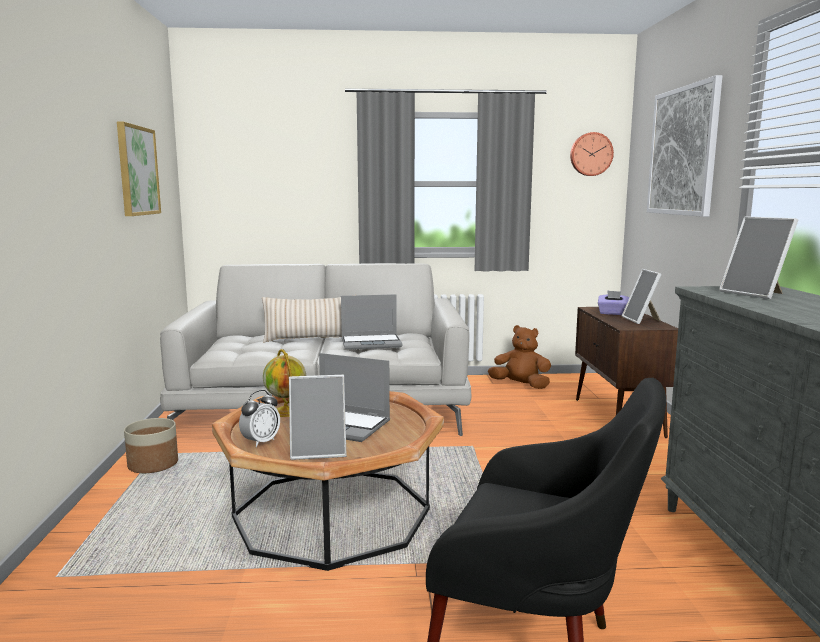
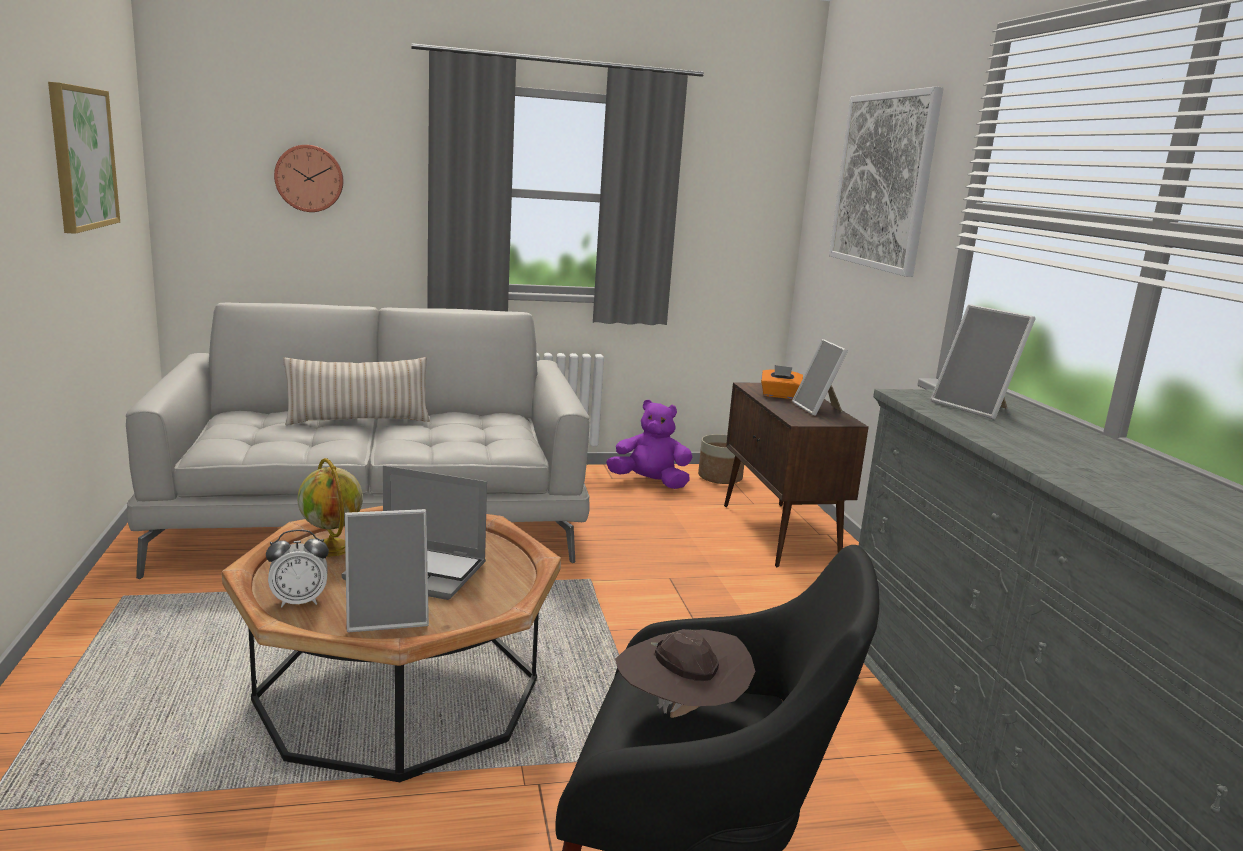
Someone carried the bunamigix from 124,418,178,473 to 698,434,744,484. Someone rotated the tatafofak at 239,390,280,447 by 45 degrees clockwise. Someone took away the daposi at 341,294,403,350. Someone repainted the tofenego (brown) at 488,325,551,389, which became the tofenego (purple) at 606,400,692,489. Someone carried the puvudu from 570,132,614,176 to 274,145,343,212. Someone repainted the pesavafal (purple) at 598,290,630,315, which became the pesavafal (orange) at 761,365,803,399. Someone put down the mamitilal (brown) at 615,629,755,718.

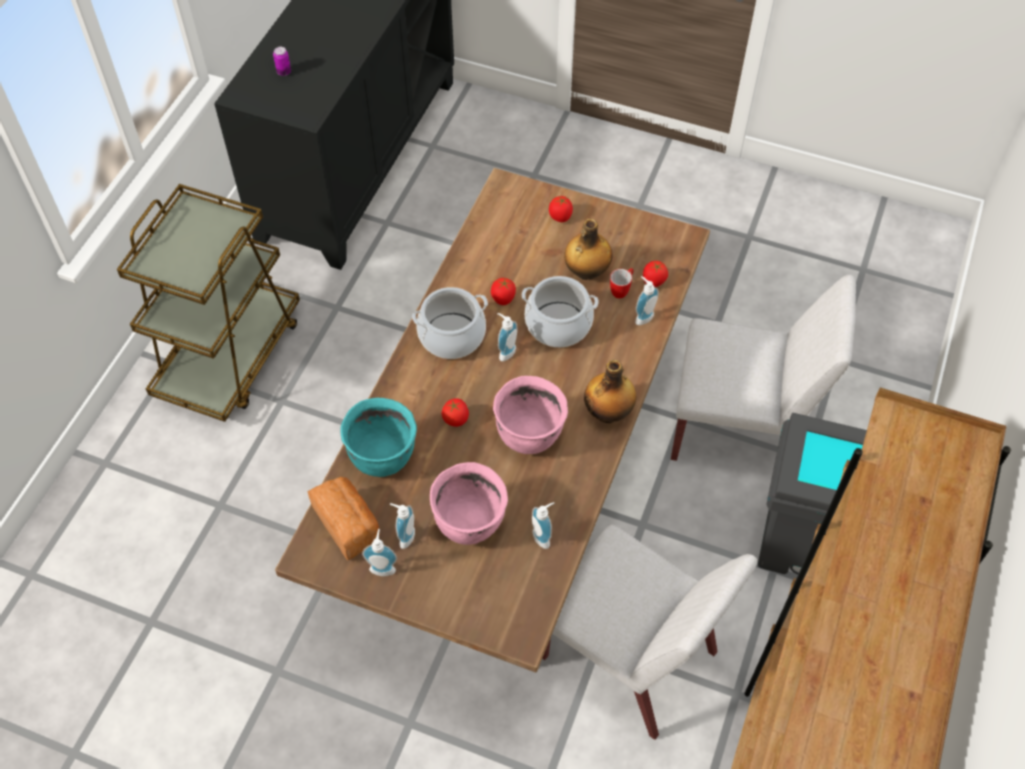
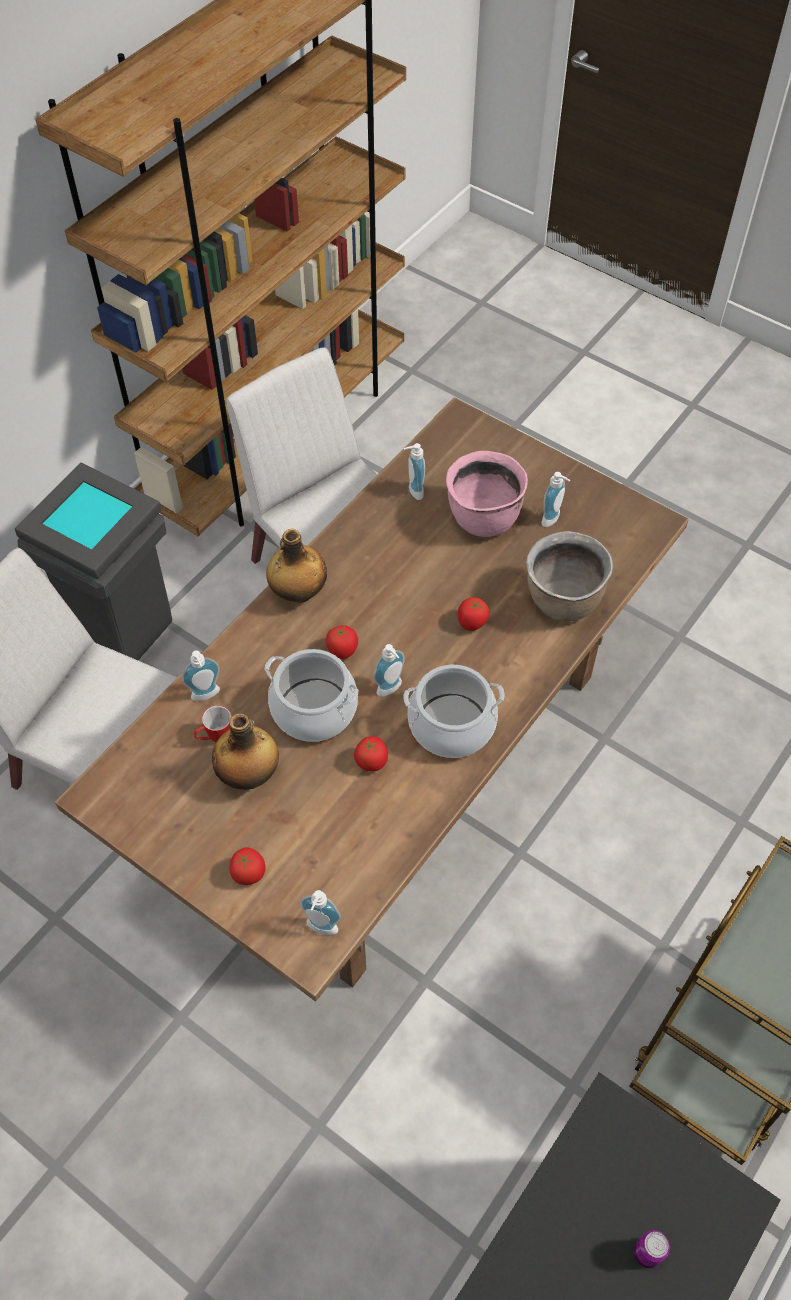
Someone took away the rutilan at 307,477,380,560. Someone repainted the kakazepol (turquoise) at 340,398,417,477, which became the kakazepol (brown) at 526,531,613,621. Someone carried the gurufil from 362,529,397,576 to 300,890,341,935. Someone took away the kakazepol (pink) at 493,376,568,454. Someone carried the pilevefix from 643,261,668,287 to 326,625,358,659.

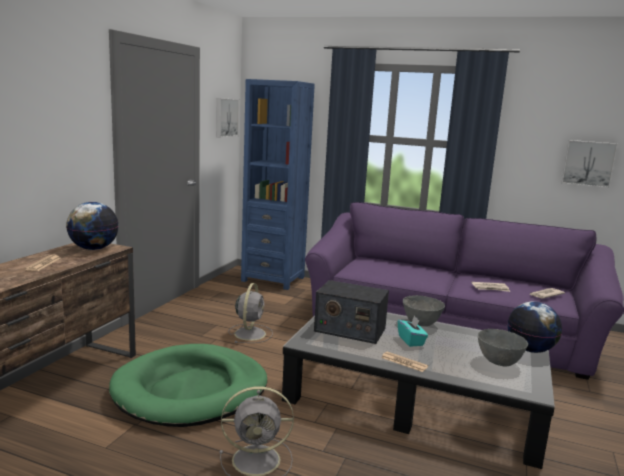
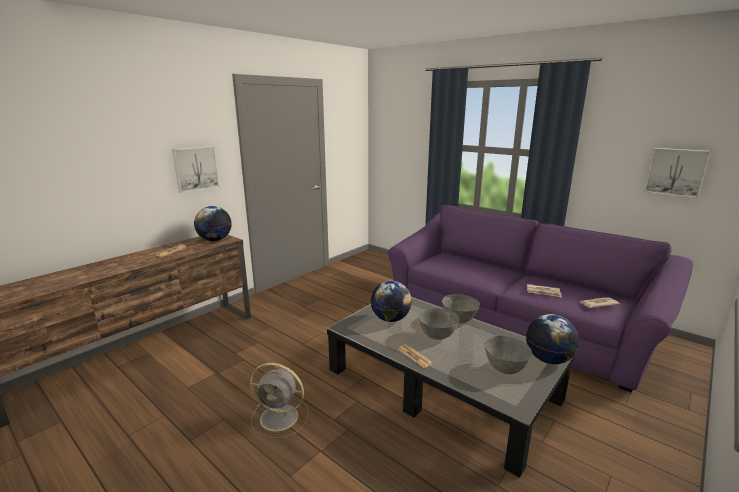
Someone took away the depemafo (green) at 109,344,267,427. Someone carried the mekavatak from 216,98,239,138 to 172,146,219,193. Someone took away the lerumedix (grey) at 228,283,273,343. Someone took away the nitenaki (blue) at 241,79,315,290. Someone swapped the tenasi at 314,280,389,344 for the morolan at 371,281,412,322. Someone swapped the pesavafal (turquoise) at 398,315,428,347 for the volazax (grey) at 419,308,459,340.

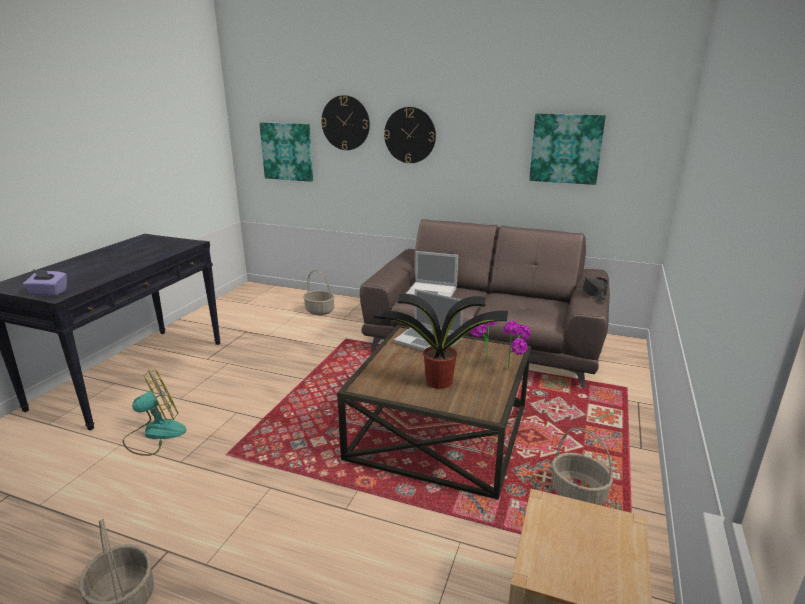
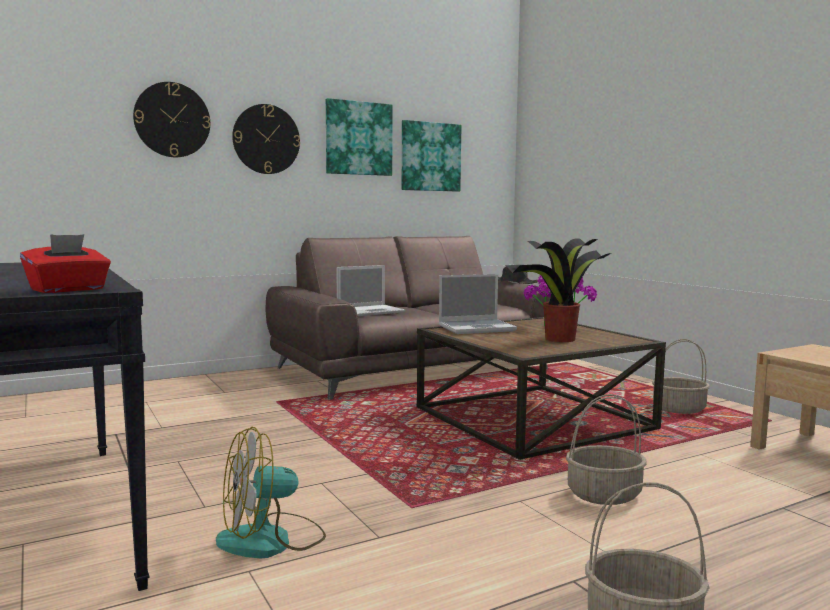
Someone repainted the pesavafal (purple) at 23,269,67,296, which became the pesavafal (red) at 20,234,111,293. Someone rotated the lerumedix at 123,370,186,456 by 120 degrees counterclockwise. Someone carried the mekavatak from 259,122,313,182 to 326,98,393,176. Someone carried the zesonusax from 303,270,335,315 to 566,394,647,505.

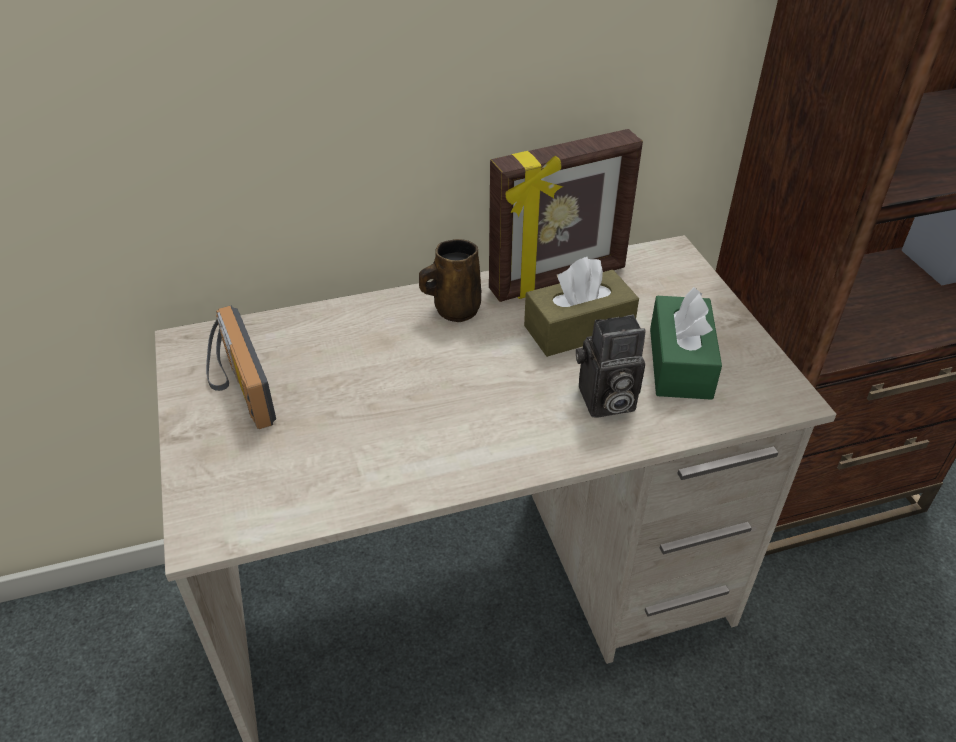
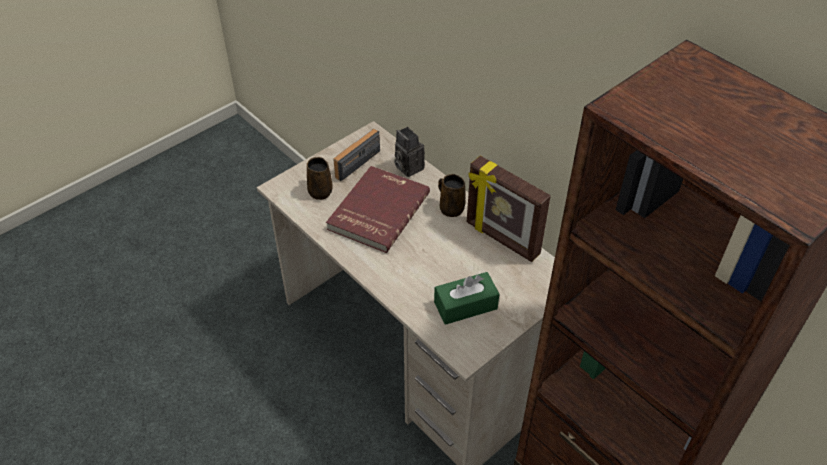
Someone took away the pesavafal (brown) at 524,257,639,357. Someone carried the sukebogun from 576,315,646,417 to 394,127,425,177. Someone put down the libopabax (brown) at 307,157,333,200. Someone put down the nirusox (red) at 326,166,430,253.

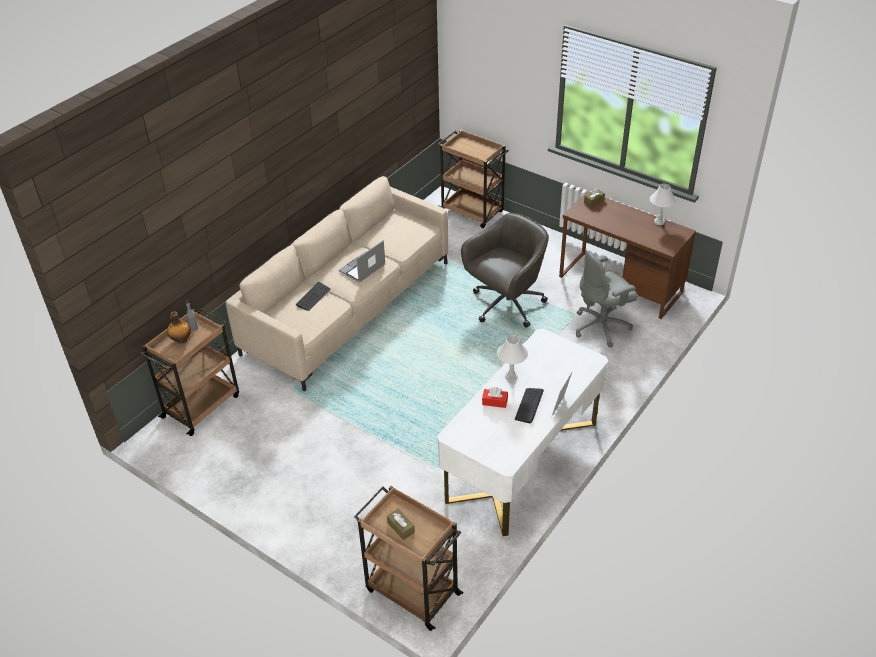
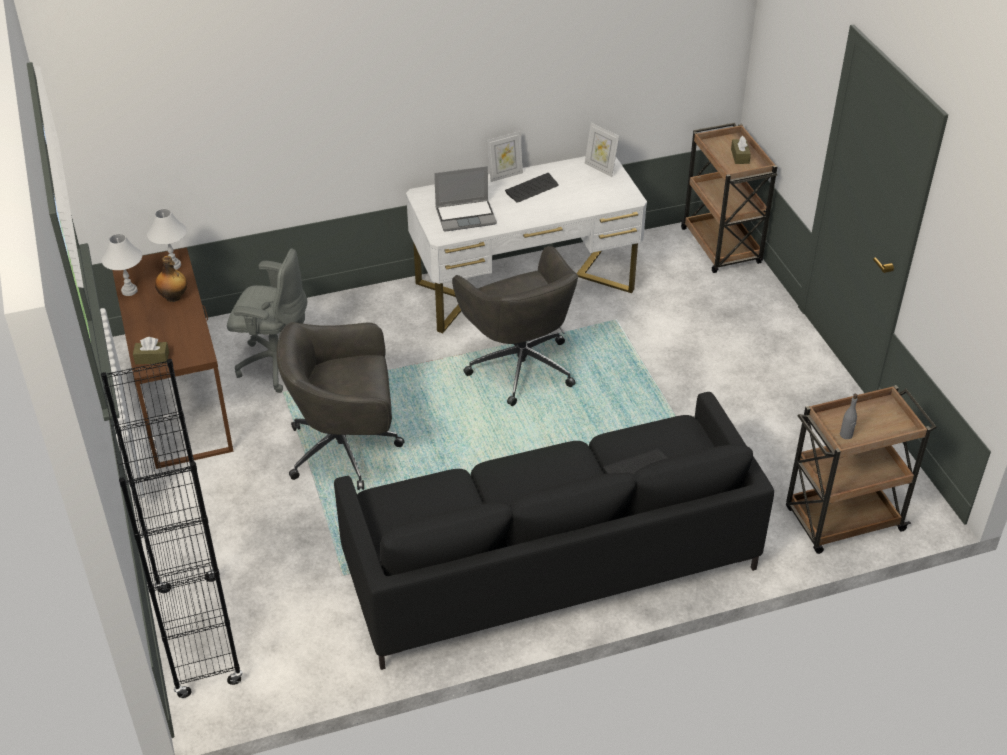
Someone carried the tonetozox from 167,311,191,343 to 155,256,187,302. Someone repainted the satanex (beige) at 226,176,448,391, which became the satanex (black) at 334,392,774,670. Someone carried the daposi from 339,240,386,283 to 434,166,497,232. Someone swapped the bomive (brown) at 437,130,509,228 for the nitenaki (black) at 101,359,243,698. Someone took away the pesavafal (red) at 482,387,508,408. Someone carried the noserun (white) from 497,335,528,381 to 147,209,187,270. Someone put down the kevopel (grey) at 452,246,579,406. Someone put down the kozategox at 585,123,619,177.

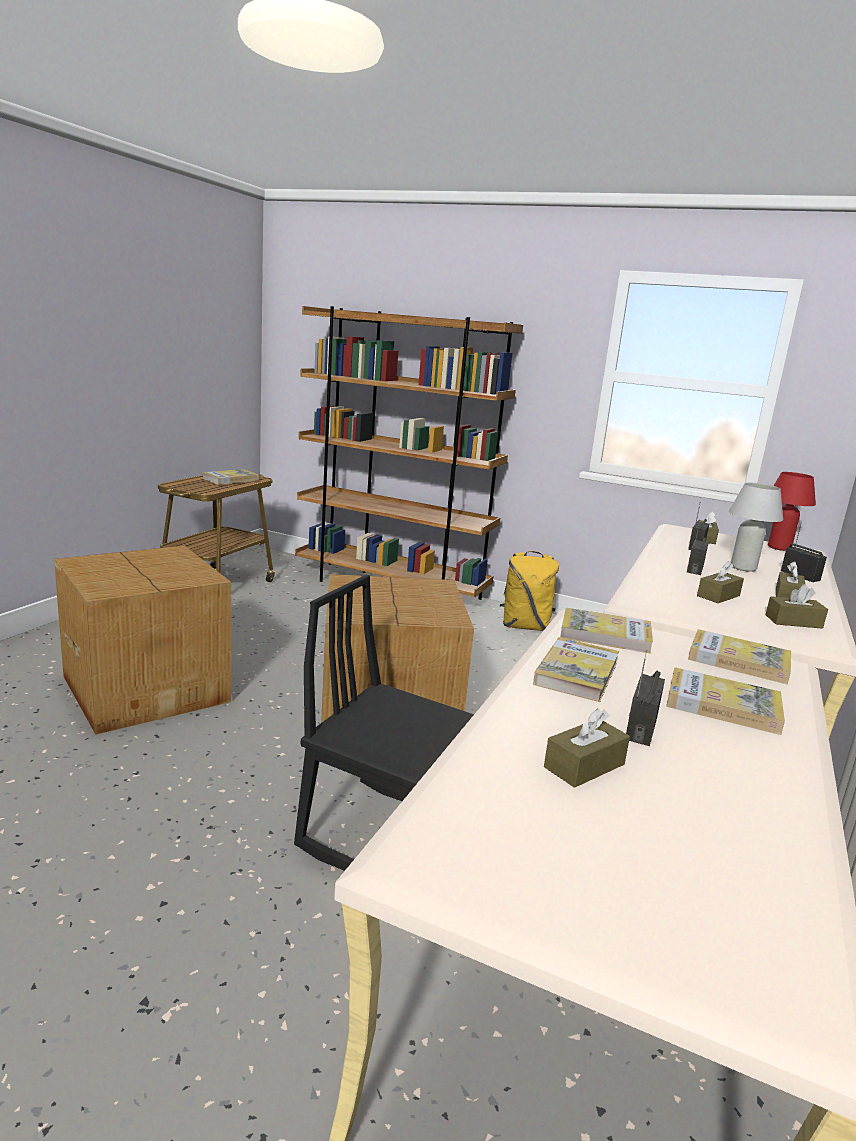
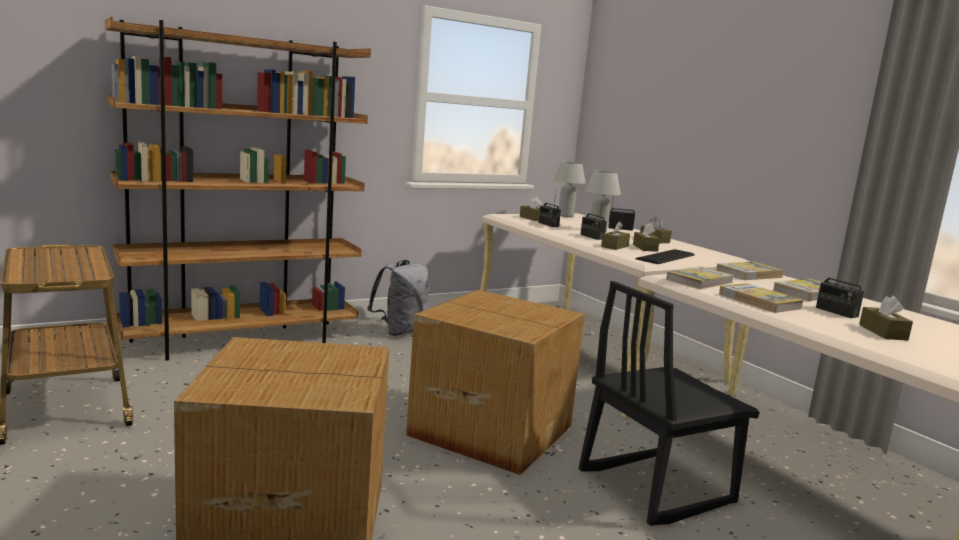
Someone took away the nirusox at 202,469,259,485. Someone repainted the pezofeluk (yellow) at 500,551,559,631, which became the pezofeluk (grey) at 367,260,429,336. Someone carried the pesavafal (brown) from 766,584,828,629 to 601,221,630,250. Someone repainted the noserun (red) at 768,472,816,551, which became the noserun (white) at 554,162,586,217. Someone put down the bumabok at 635,249,695,264.

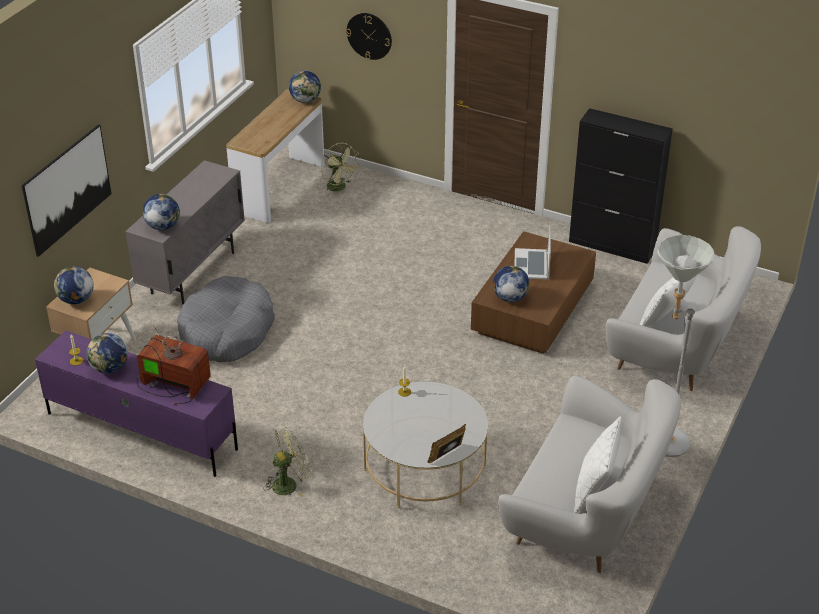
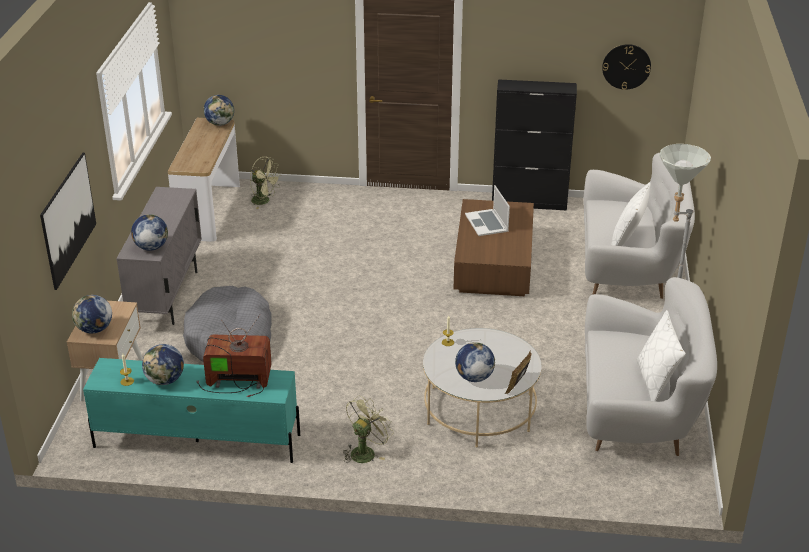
Someone repainted the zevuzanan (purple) at 35,330,238,477, which became the zevuzanan (turquoise) at 83,358,300,463. Someone carried the puvudu from 346,13,392,60 to 602,44,651,90. Someone carried the morolan from 493,266,530,302 to 455,342,495,382.

